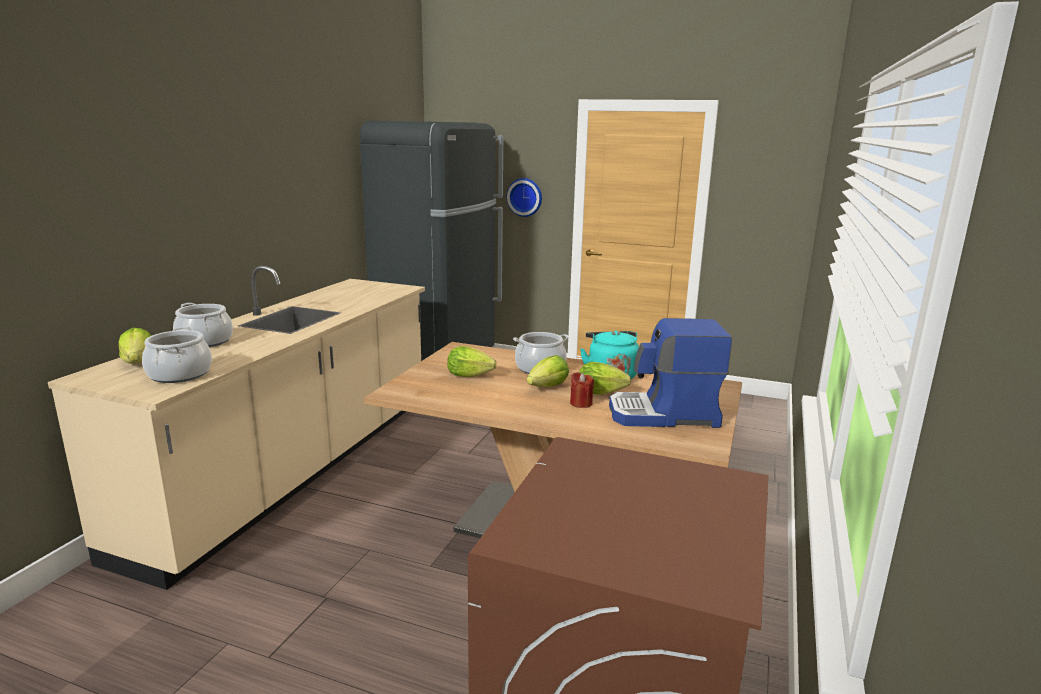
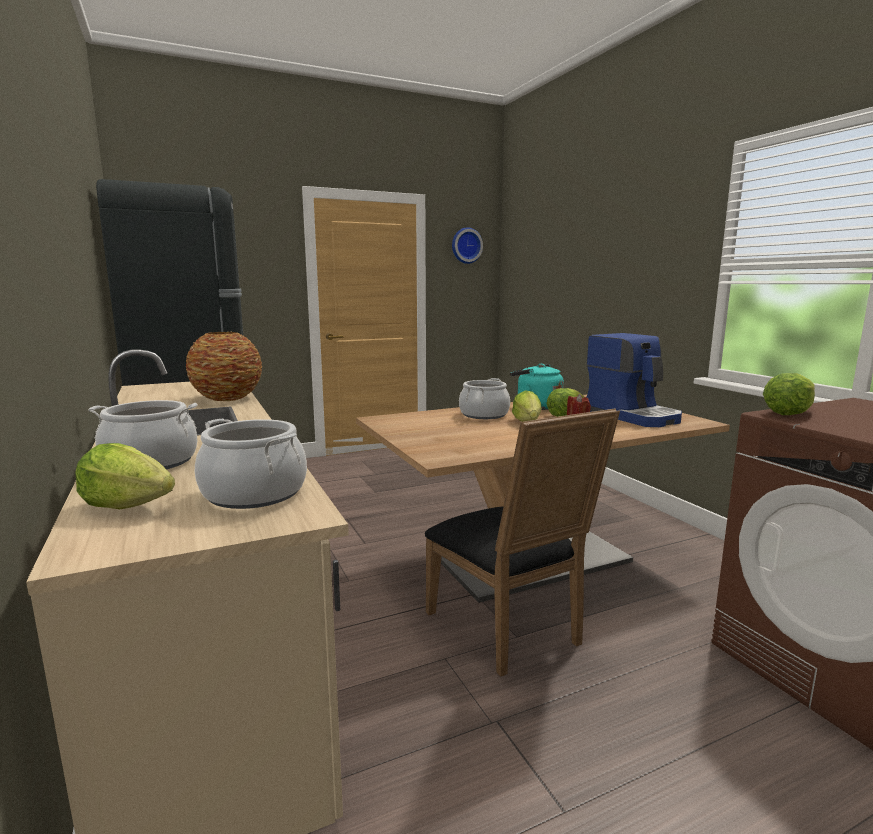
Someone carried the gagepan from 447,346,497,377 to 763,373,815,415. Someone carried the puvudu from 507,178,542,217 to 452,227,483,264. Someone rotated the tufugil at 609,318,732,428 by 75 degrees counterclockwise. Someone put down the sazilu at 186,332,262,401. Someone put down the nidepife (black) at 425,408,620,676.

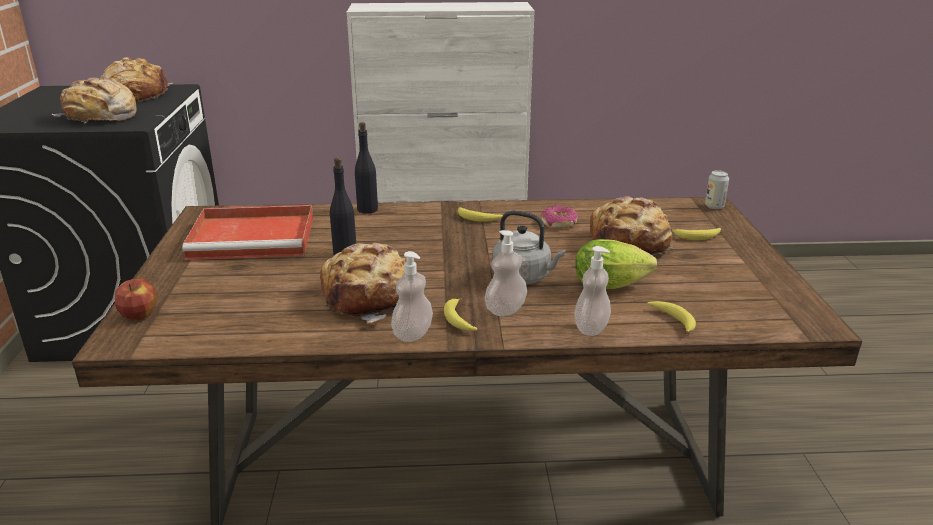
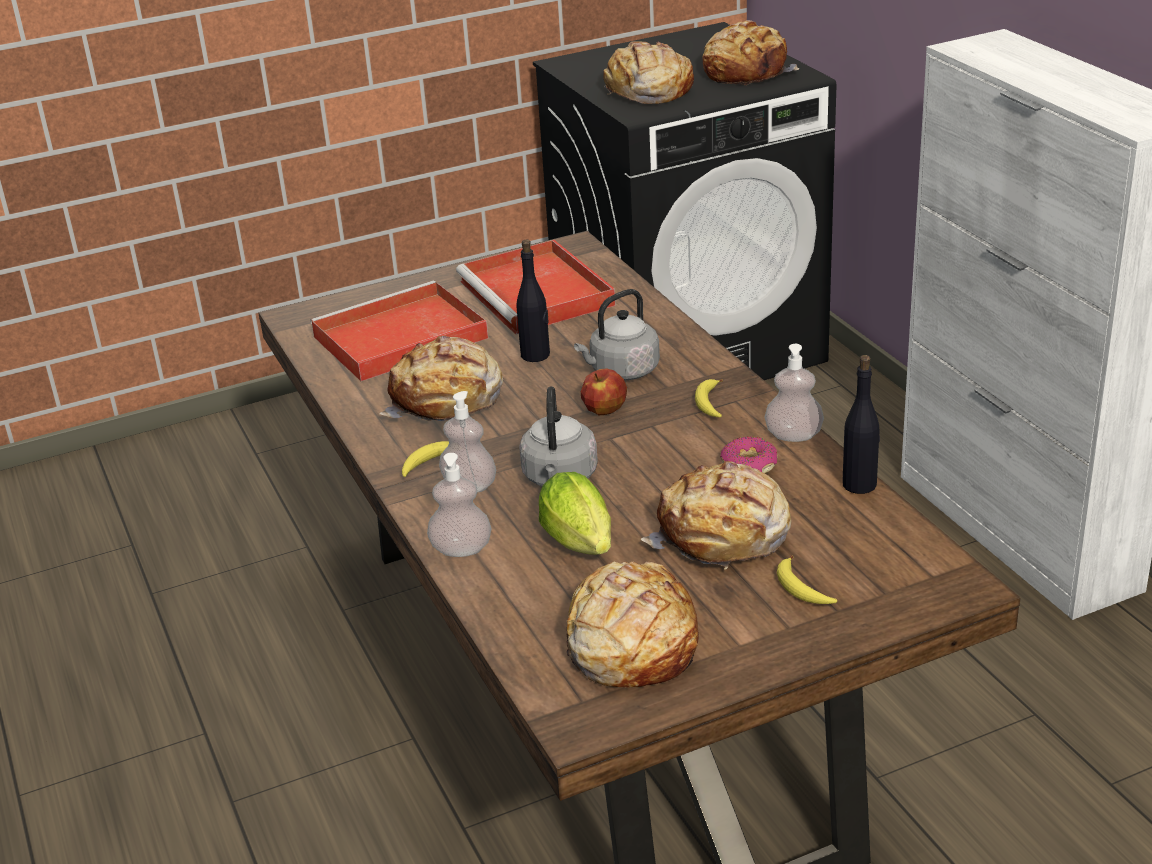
Someone carried the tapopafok from 115,279,157,320 to 581,368,627,415. Someone carried the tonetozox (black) from 355,122,378,214 to 842,355,880,494. Someone carried the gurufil from 391,251,433,342 to 765,344,824,442. Someone took away the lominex at 647,301,696,334. Someone took away the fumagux at 705,170,729,209. Someone put down the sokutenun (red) at 310,281,488,381. Someone put down the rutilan at 566,561,699,687. Someone put down the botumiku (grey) at 574,289,660,380.

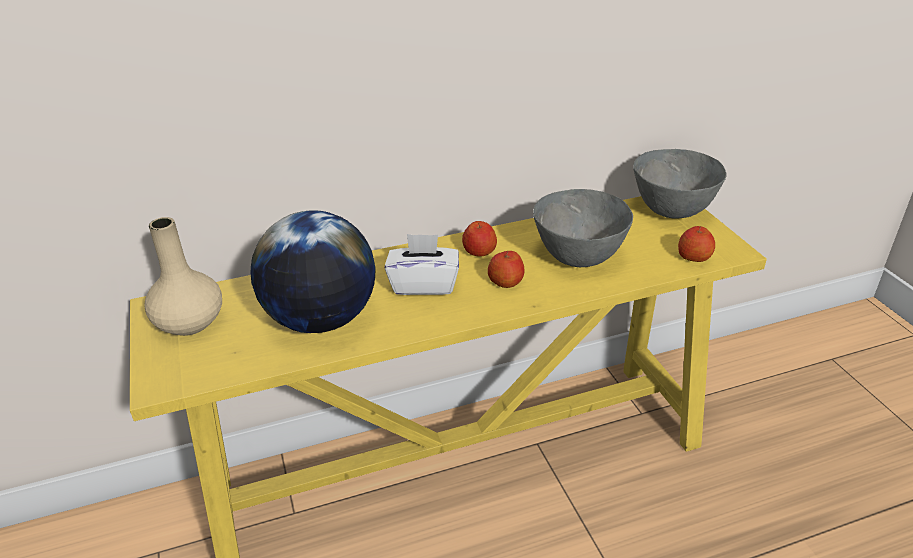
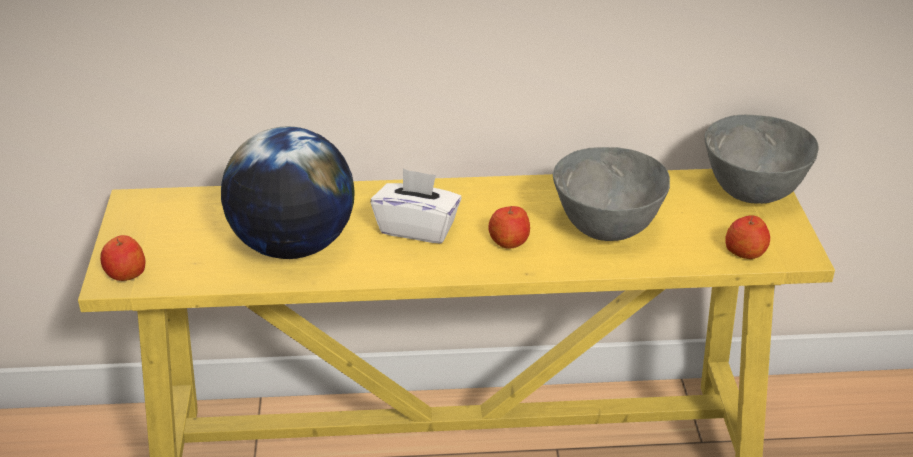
Someone took away the sazilu (beige) at 144,217,222,336. Someone carried the tapopafok from 462,221,497,257 to 100,235,146,281.

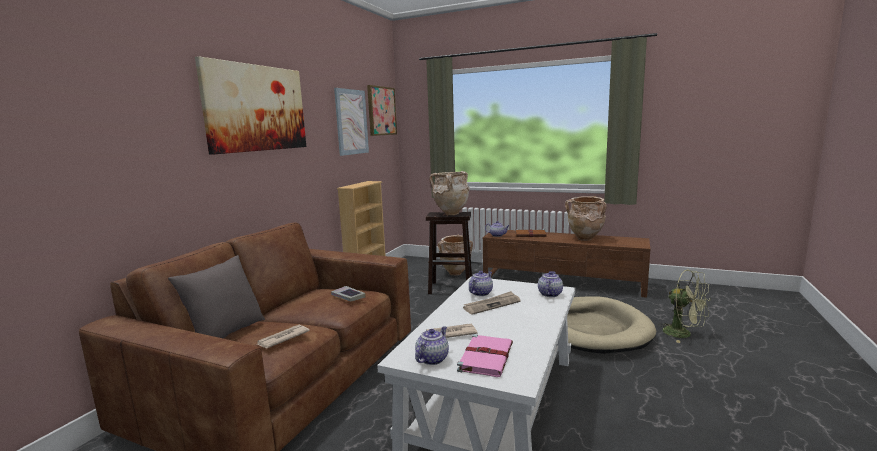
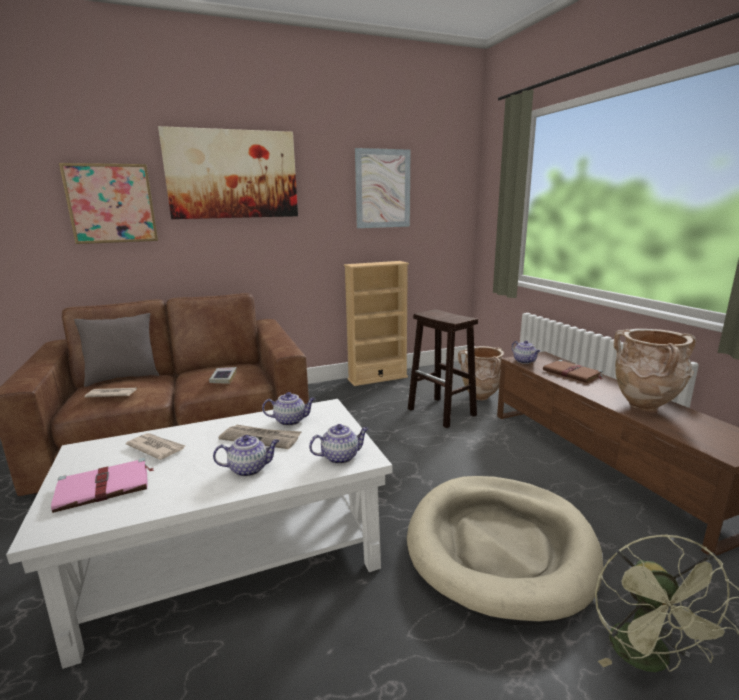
Someone carried the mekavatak from 367,85,397,136 to 59,163,158,244. Someone carried the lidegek from 415,326,449,365 to 213,435,279,477. Someone took away the sazilu (beige) at 429,171,470,215.

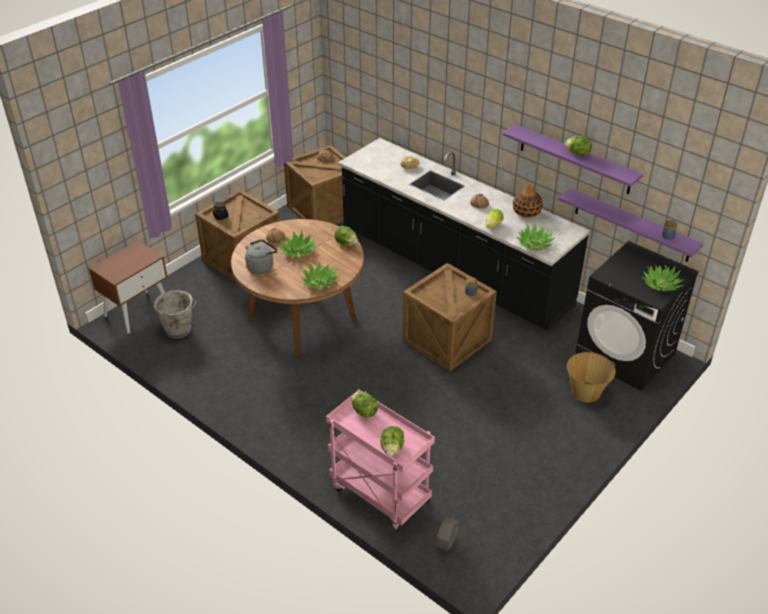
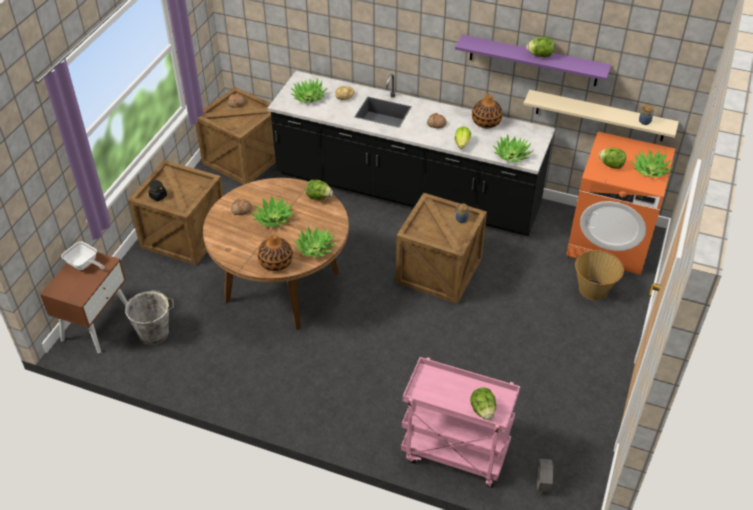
Someone took away the botumiku (grey) at 245,239,278,274. Someone carried the gagepan from 351,392,378,418 to 599,148,626,169. Someone repainted the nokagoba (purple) at 558,188,703,262, which became the nokagoba (beige) at 523,90,679,141. Someone repainted the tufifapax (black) at 575,241,699,391, which became the tufifapax (orange) at 566,132,675,275. Someone put down the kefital at 61,241,105,270. Someone put down the sazilu at 258,234,293,271. Someone put down the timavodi at 290,78,327,103.

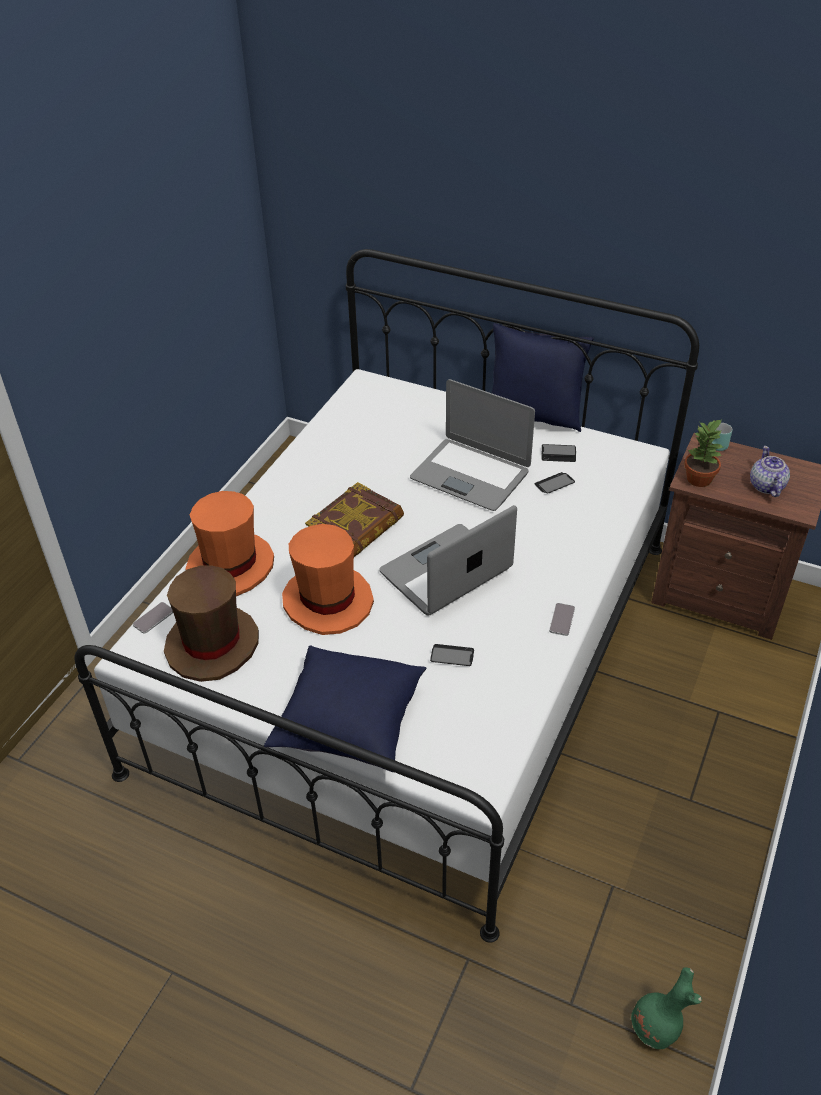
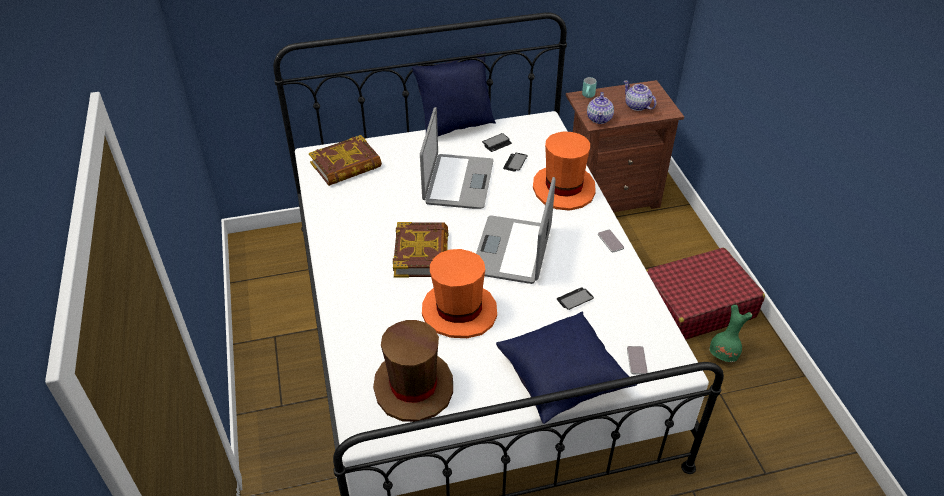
Someone carried the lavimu from 133,602,173,634 to 627,346,648,375. Someone carried the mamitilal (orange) from 185,491,274,596 to 533,131,596,211. Someone rotated the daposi at 410,379,535,511 by 75 degrees counterclockwise. Someone carried the sazilu (green) from 631,967,702,1049 to 709,305,752,362. Someone swapped the timavodi at 684,419,722,487 for the lidegek at 587,92,614,124. Someone put down the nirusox at 309,135,382,186. Someone put down the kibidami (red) at 646,248,765,340.

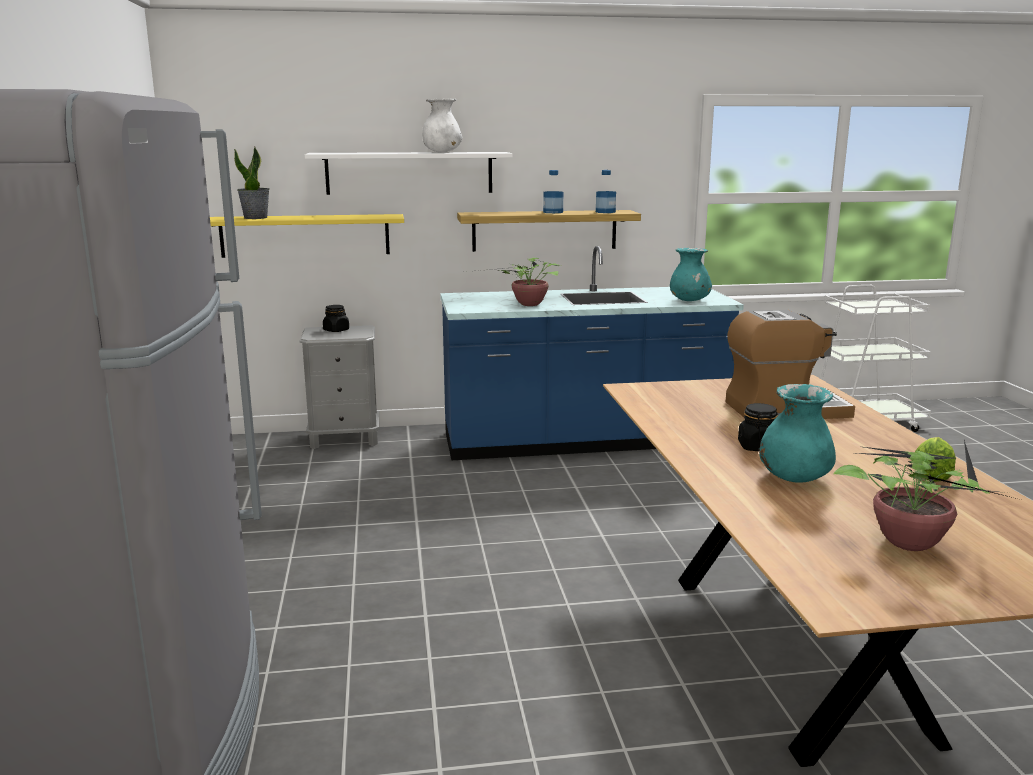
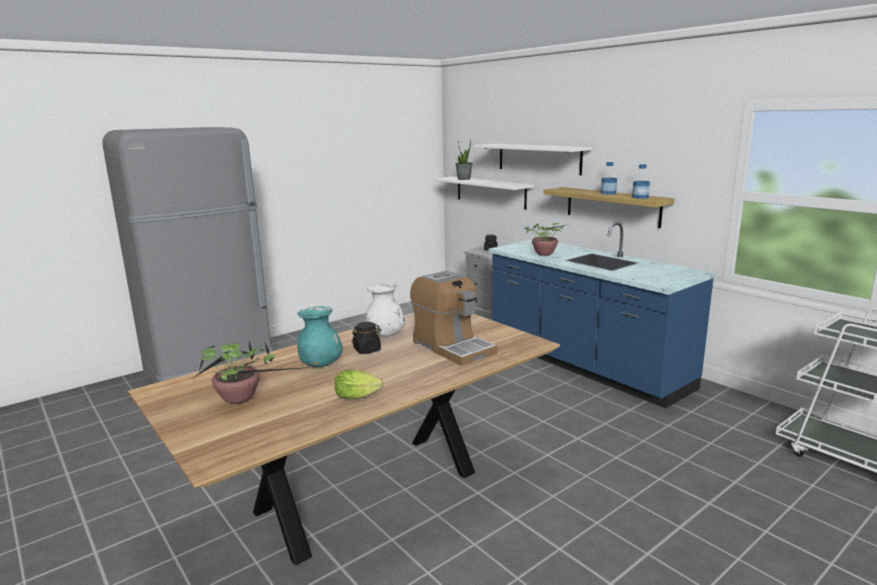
Someone repainted the nokagoba (yellow) at 210,214,404,258, which became the nokagoba (white) at 434,176,534,209. Someone carried the sazilu (white) from 422,99,462,153 to 366,283,405,337. Someone took away the sazilu (turquoise) at 670,248,712,301.

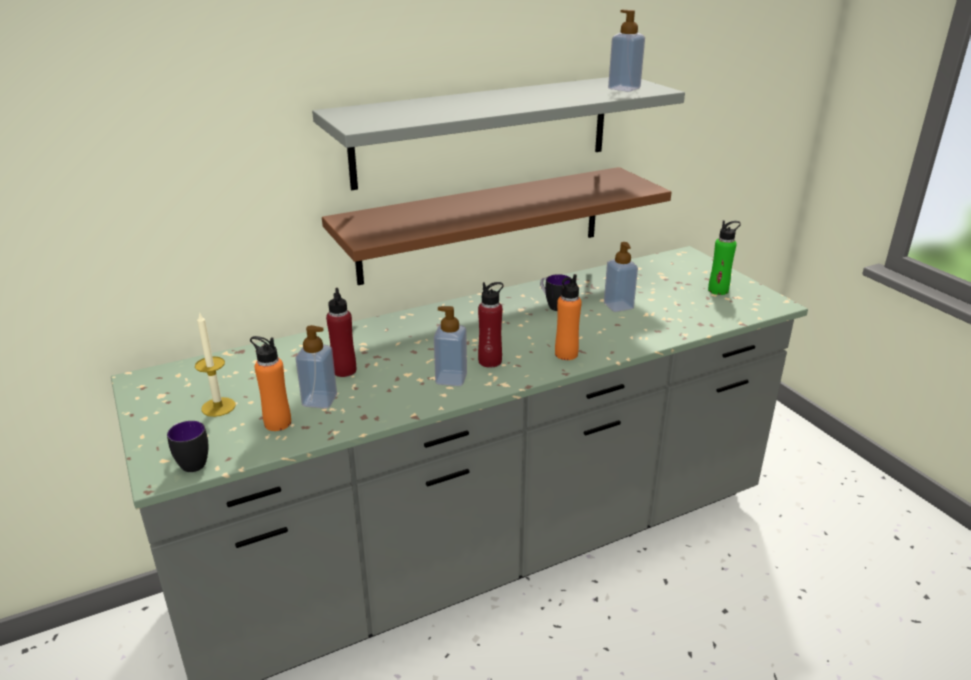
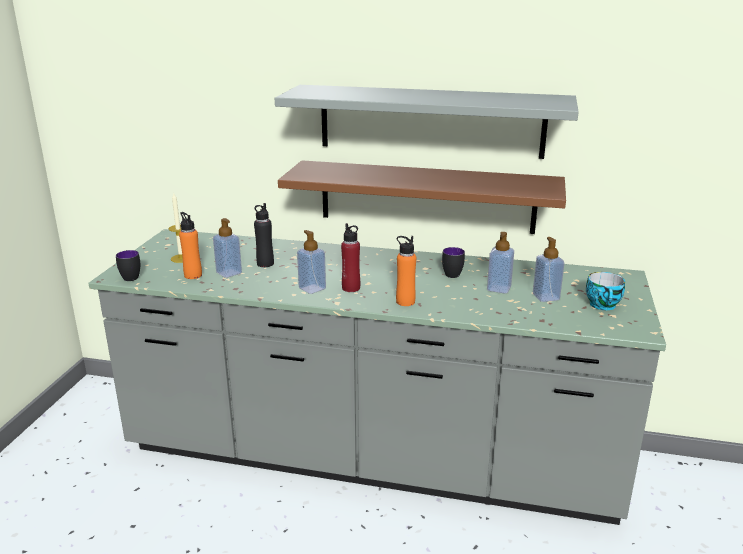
Someone repainted the tonetozox (red) at 326,288,356,377, which became the tonetozox (black) at 254,203,274,267. Someone carried the gurufil from 608,10,645,92 to 533,237,564,302. Someone swapped the tonetozox (green) at 708,220,741,295 for the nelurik at 586,272,625,310.

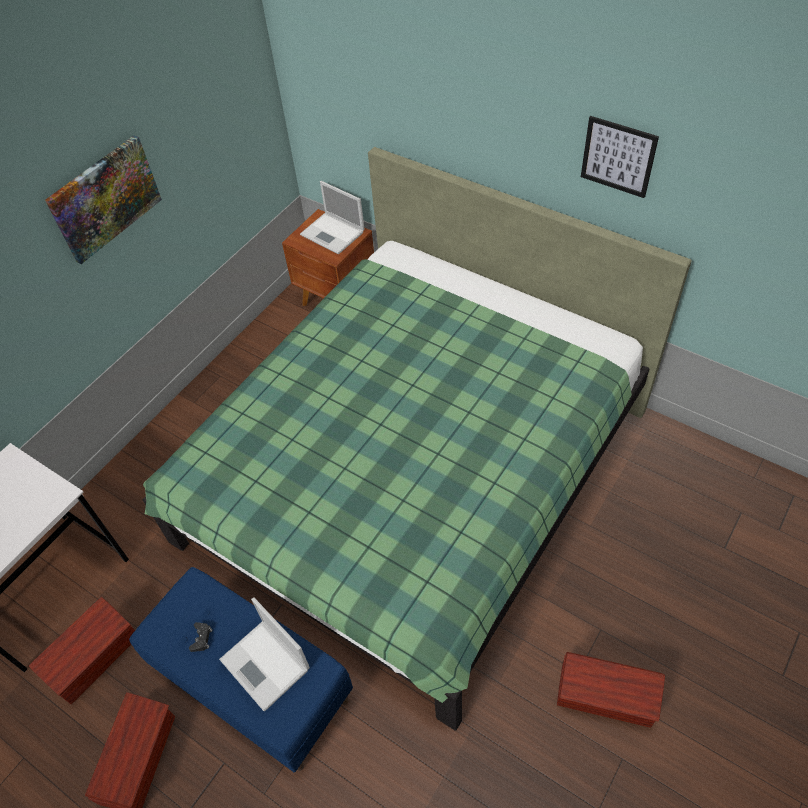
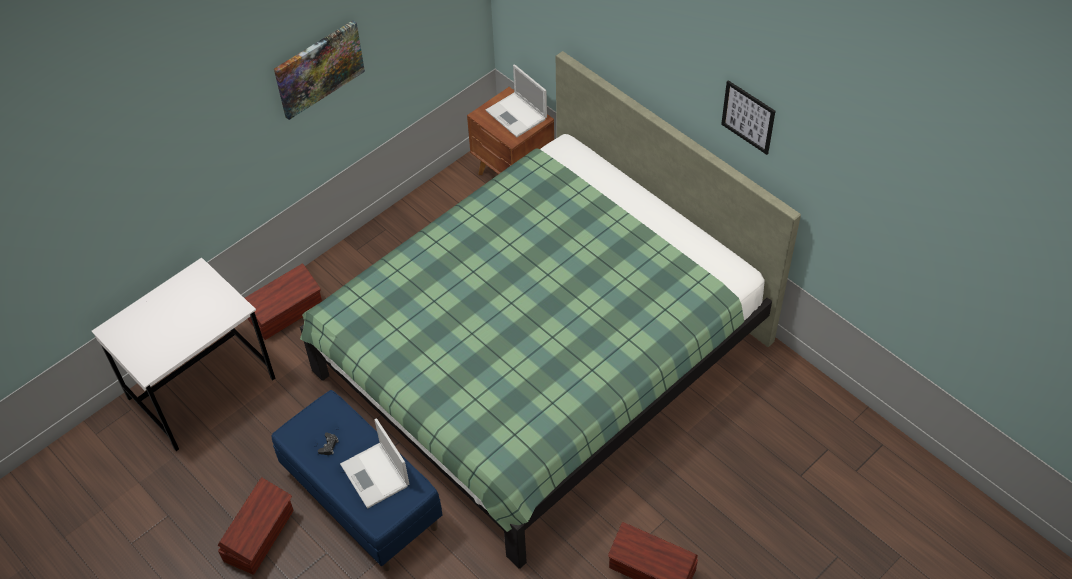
Someone carried the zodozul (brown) from 29,597,135,704 to 245,263,322,340.

